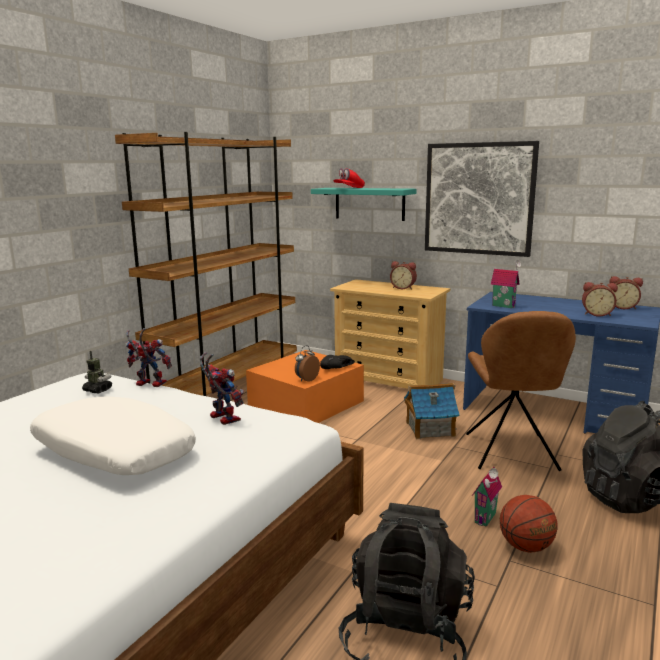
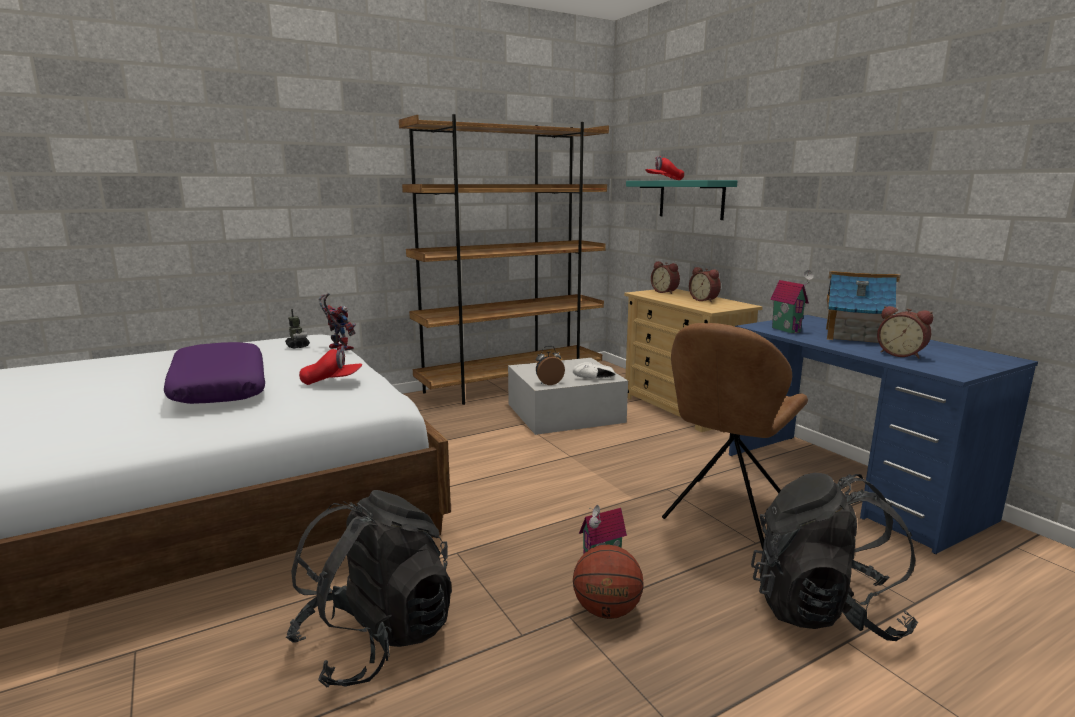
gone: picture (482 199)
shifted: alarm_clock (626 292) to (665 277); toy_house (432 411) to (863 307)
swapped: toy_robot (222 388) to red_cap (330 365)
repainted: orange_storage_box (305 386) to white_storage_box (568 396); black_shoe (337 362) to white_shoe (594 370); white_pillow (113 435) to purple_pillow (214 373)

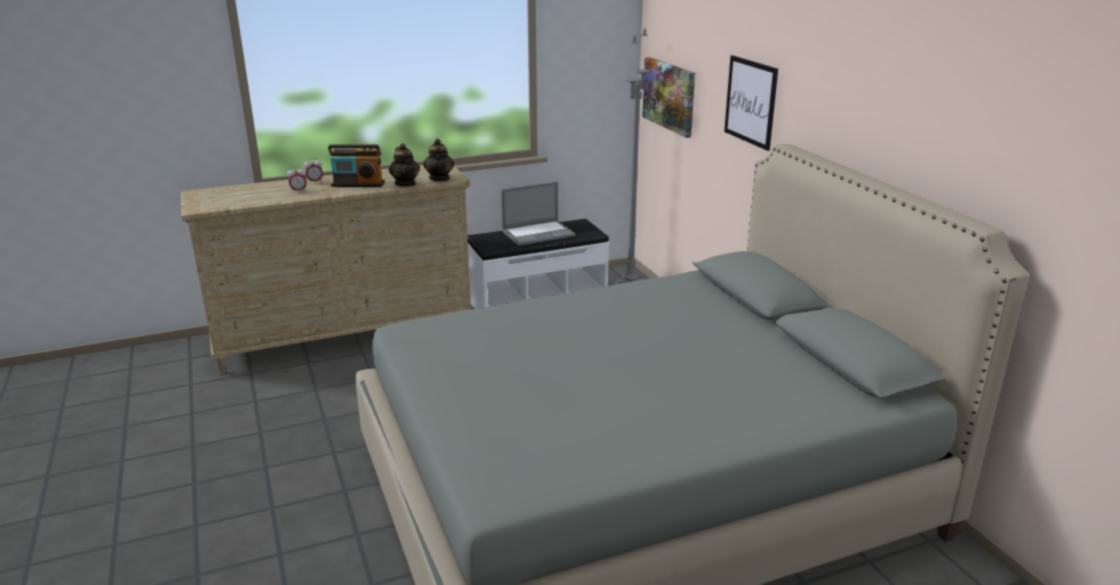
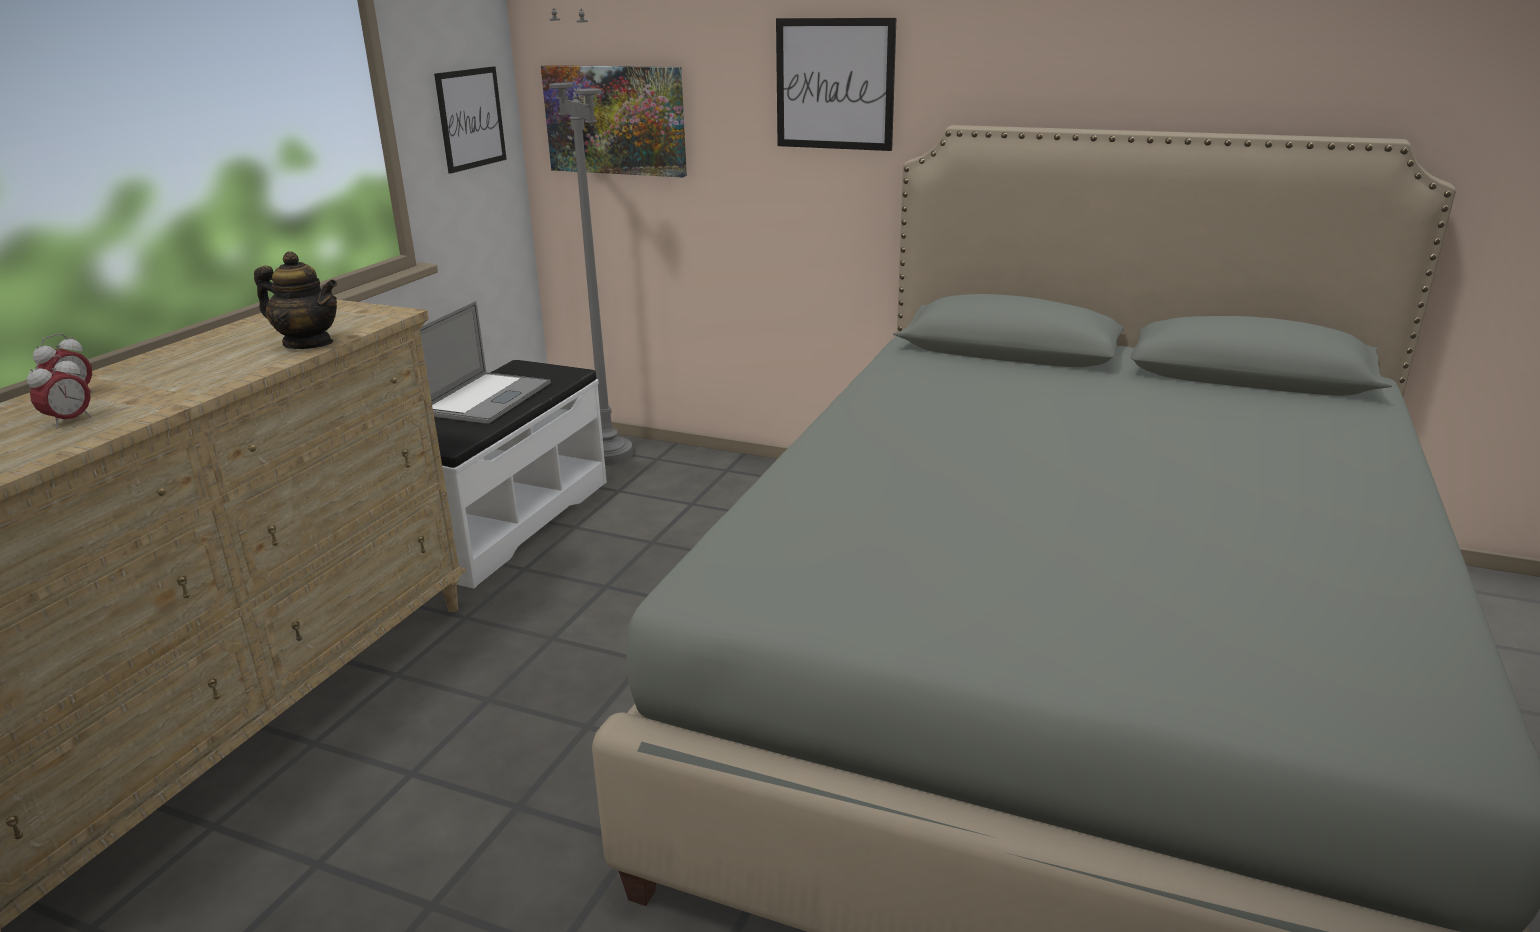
gone: teapot (438 160); radio (356 165)
new: picture (470 119)

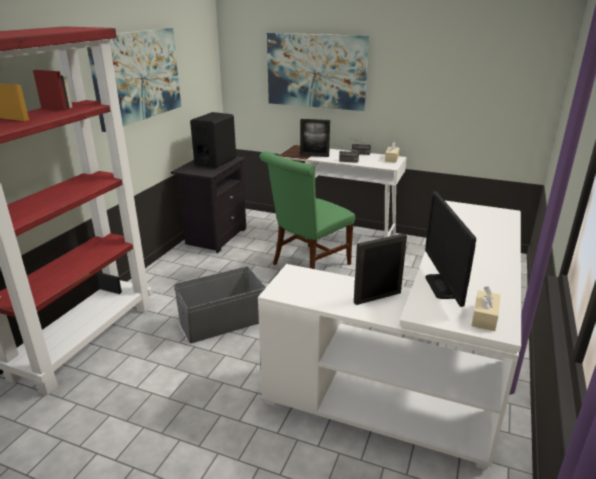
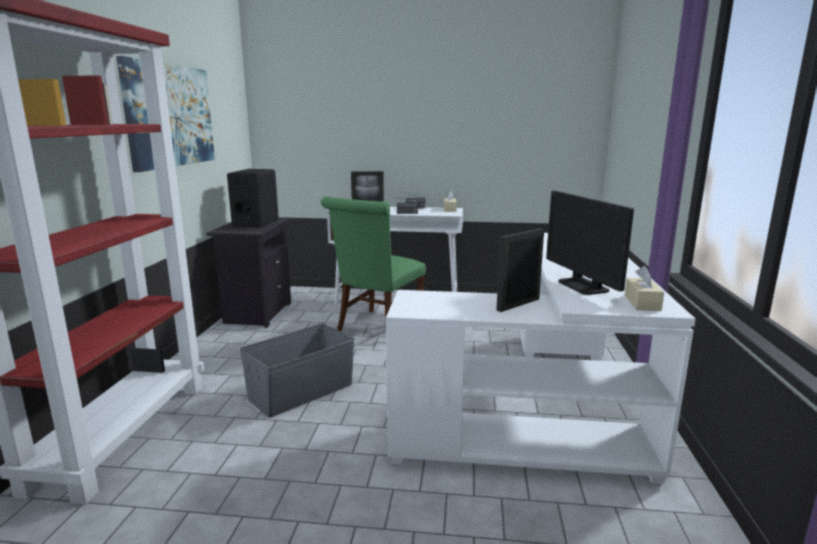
gone: picture (318 72)

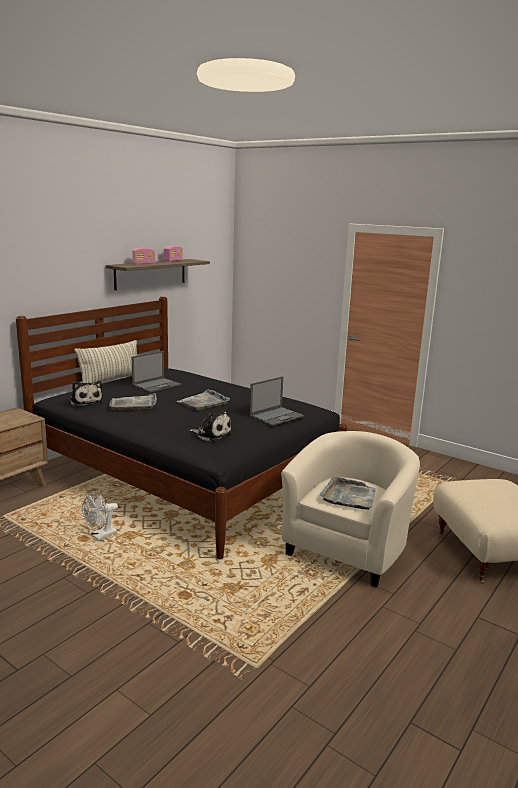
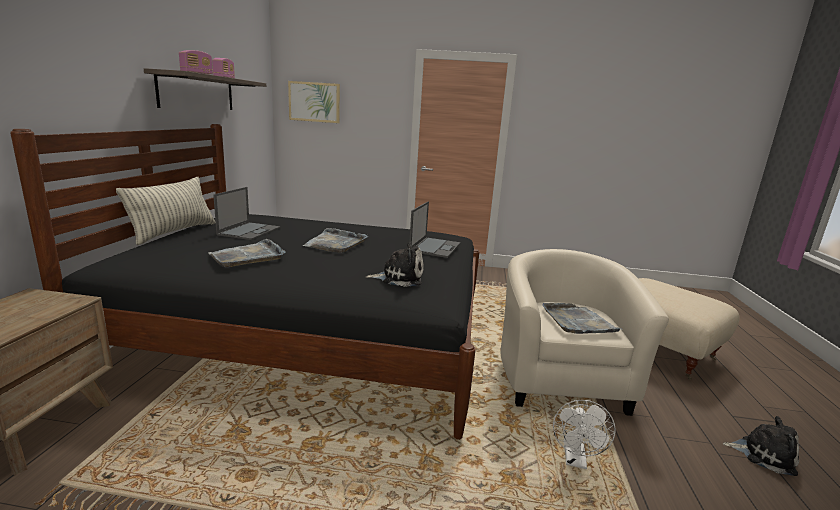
new: picture (314 102)
shifted: plush_toy (86 394) to (761 446); white_fan (100 515) to (584 434)

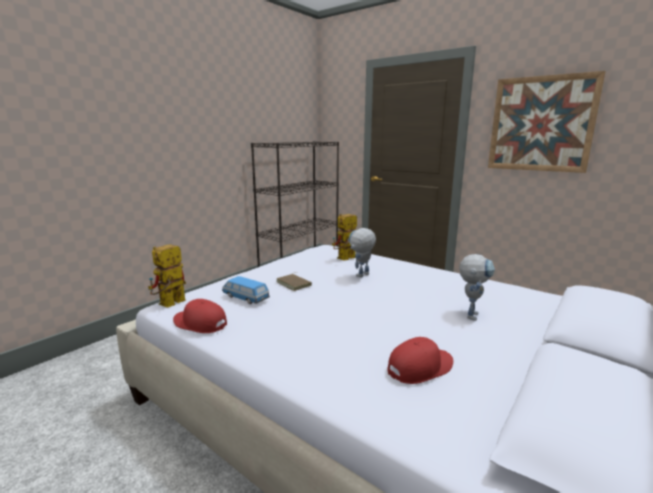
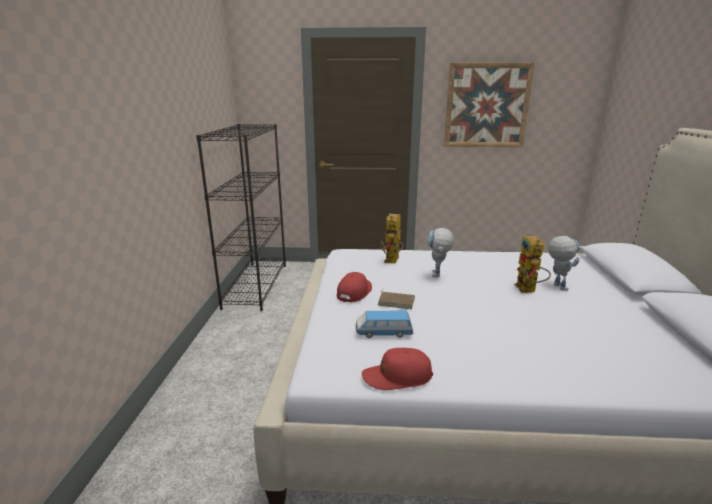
shifted: toy_robot (167 276) to (532 264); red_cap (420 360) to (354 287)

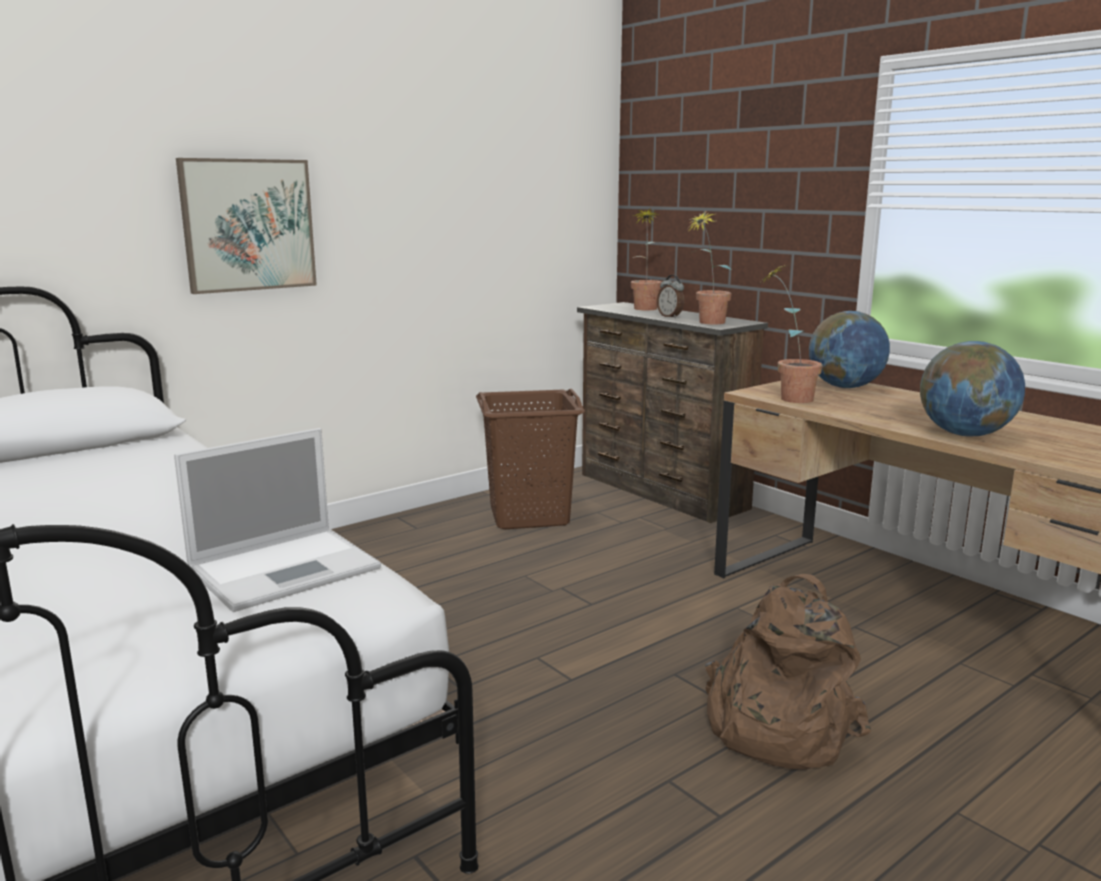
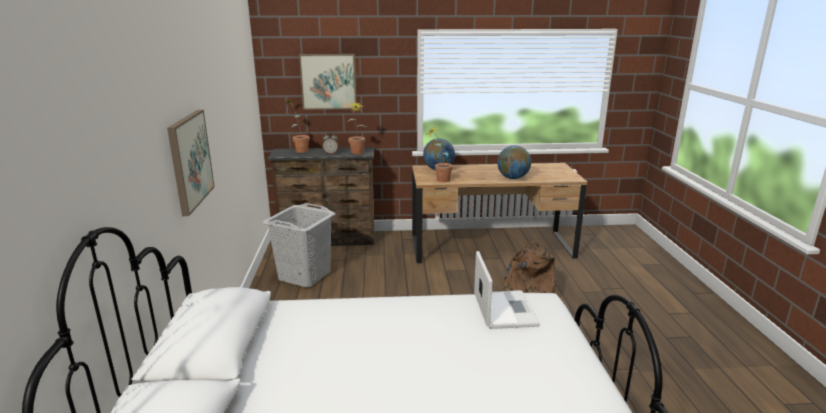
new: picture (328 82)
repainted: brown_laundry_basket (530 459) to grey_laundry_basket (299 245)

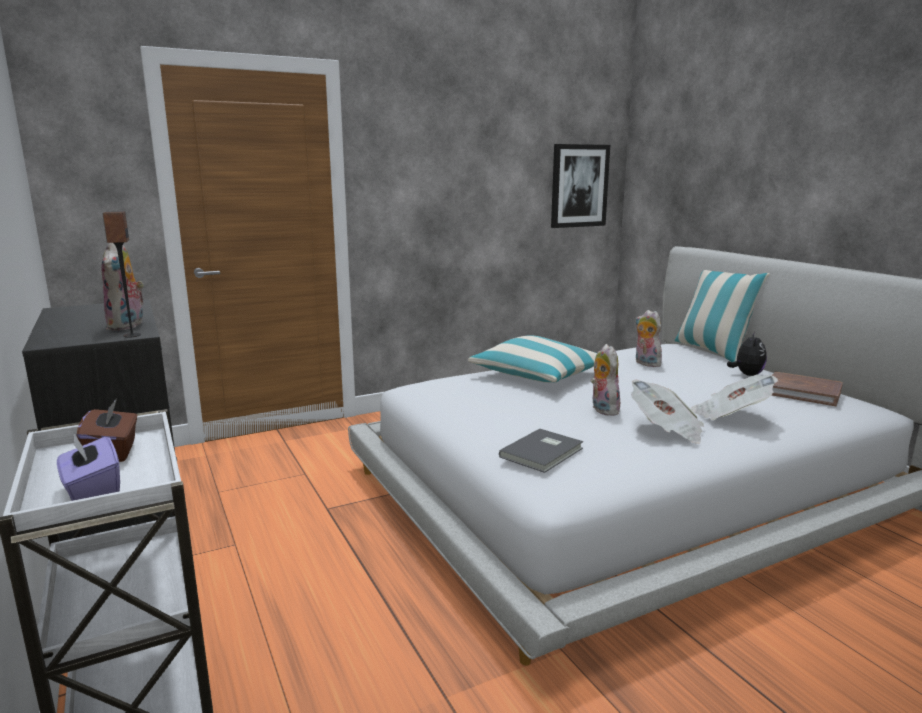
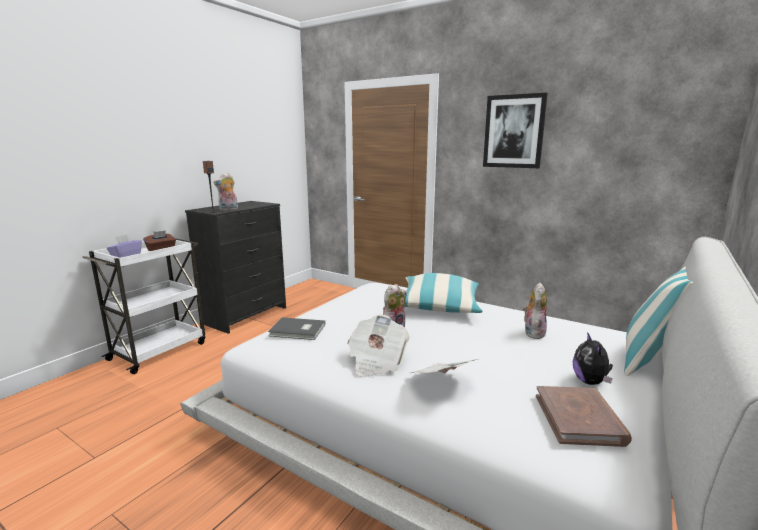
shifted: picture (580 186) to (515 130)
rotated: plush_toy (747 354) = (593 359) 105 degrees clockwise

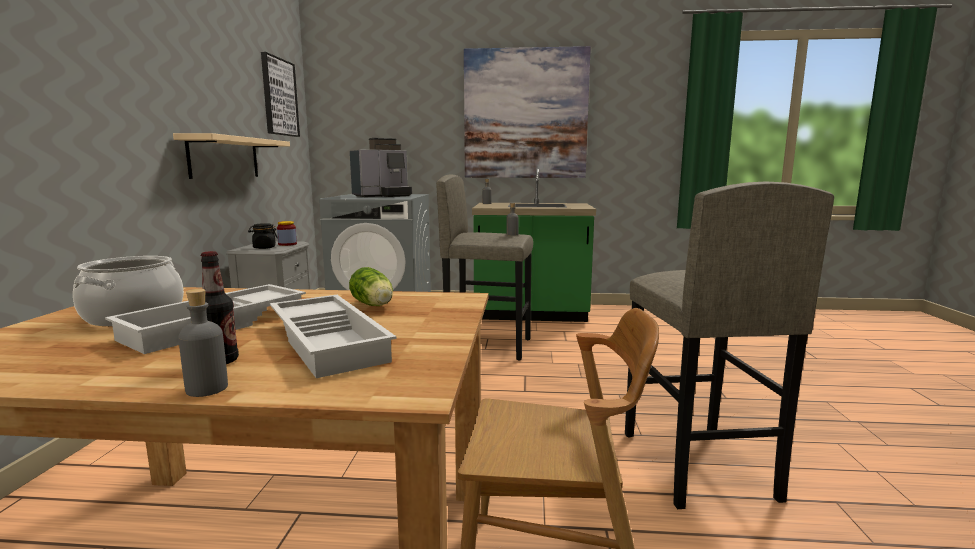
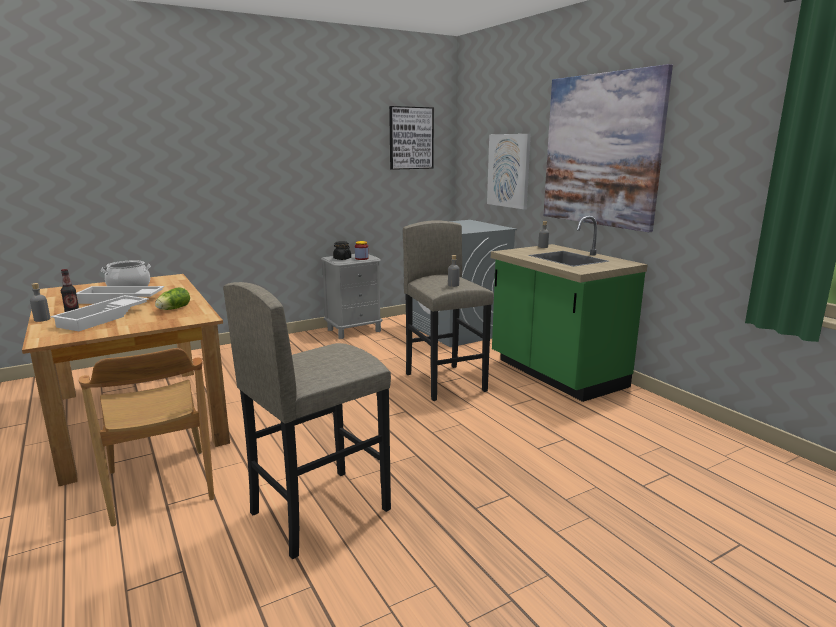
gone: beige_shelf (231 156); coffee_machine (381 167)
new: picture (509 171)

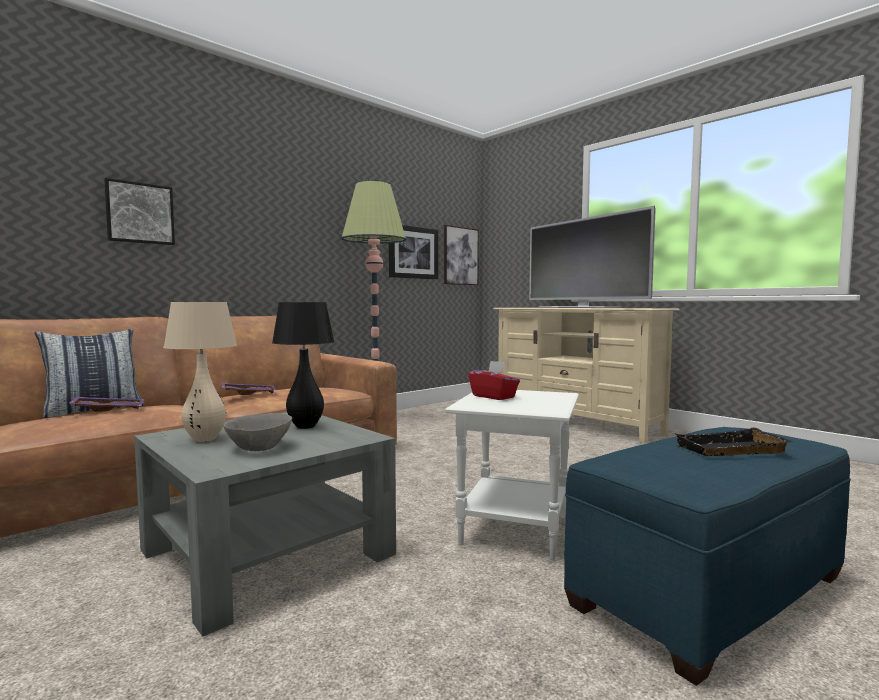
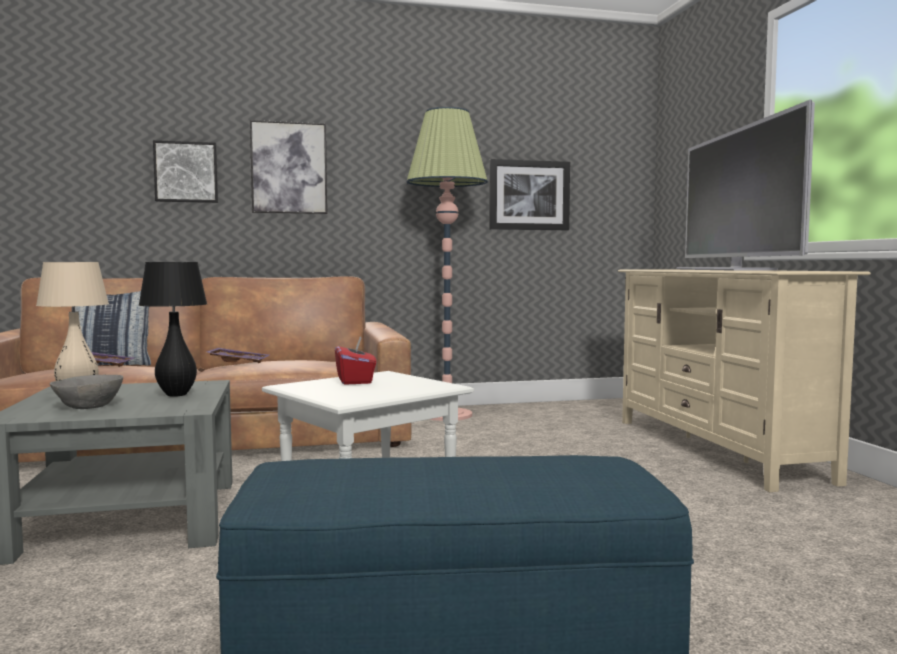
gone: black_tray (734 442)
shifted: picture (461 255) to (288 167)

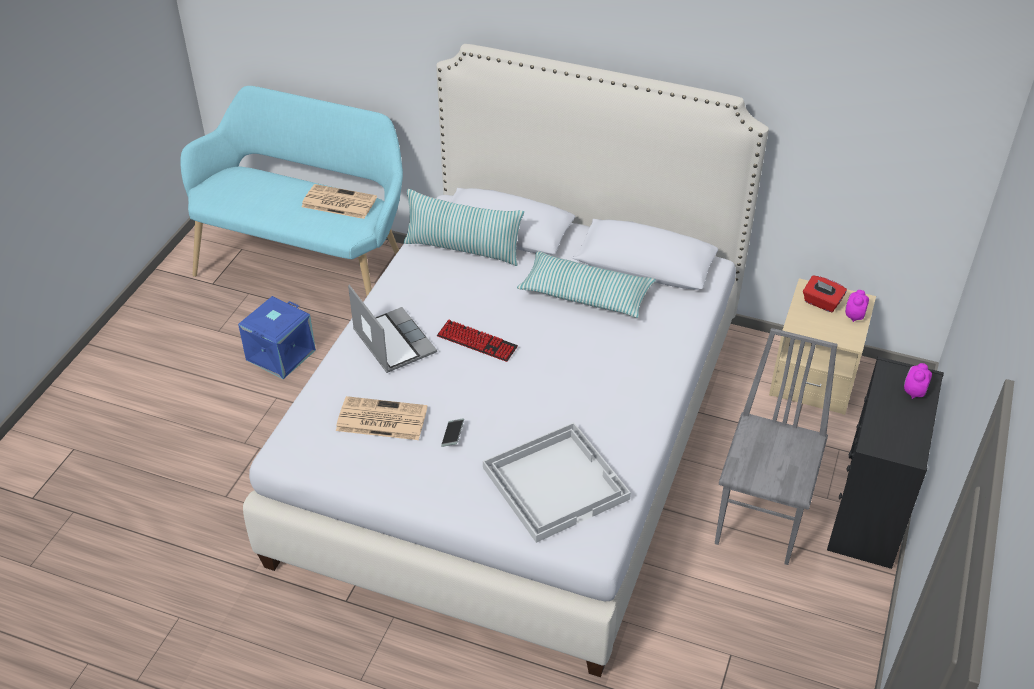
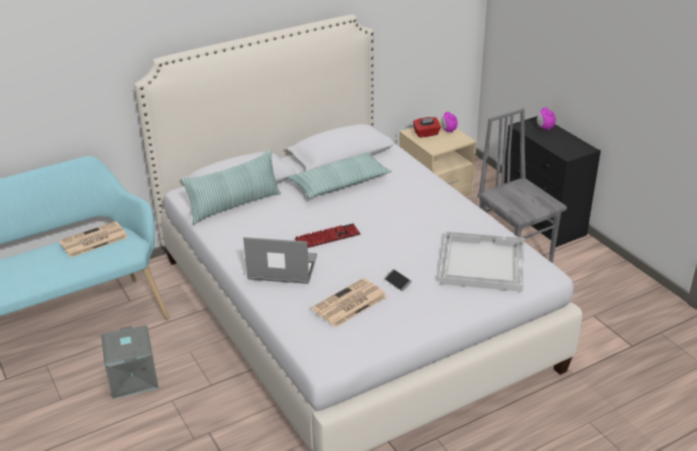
repainted: blue_storage_box (277 337) to grey_storage_box (130 362)

